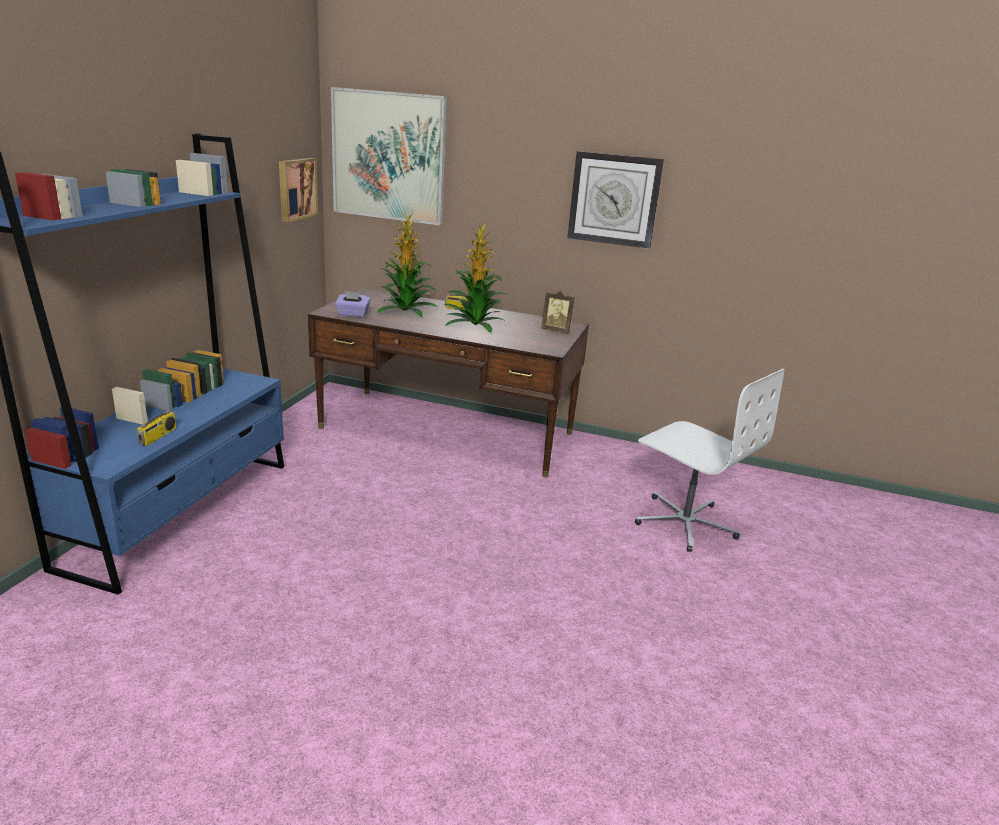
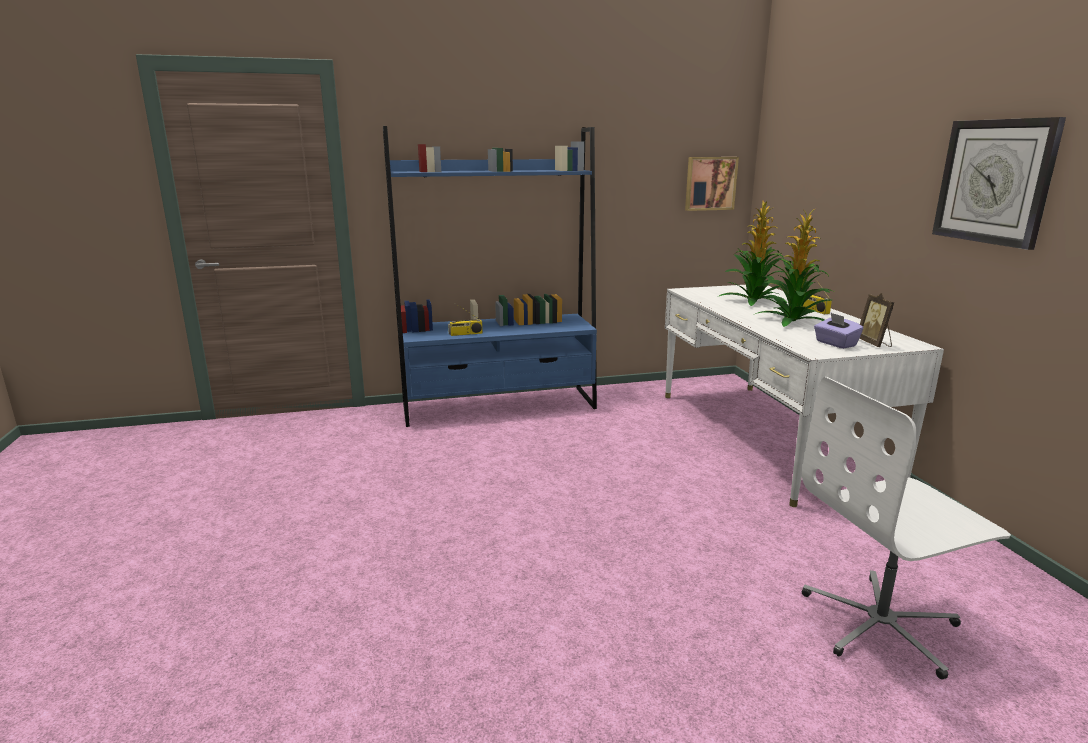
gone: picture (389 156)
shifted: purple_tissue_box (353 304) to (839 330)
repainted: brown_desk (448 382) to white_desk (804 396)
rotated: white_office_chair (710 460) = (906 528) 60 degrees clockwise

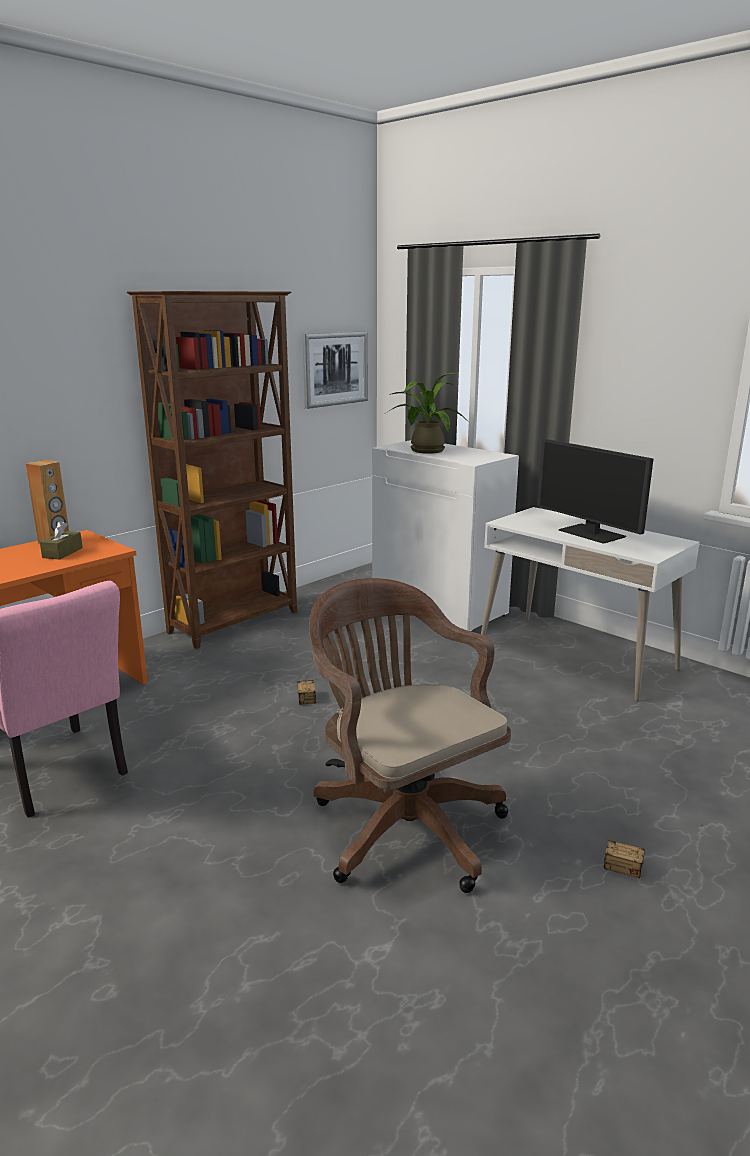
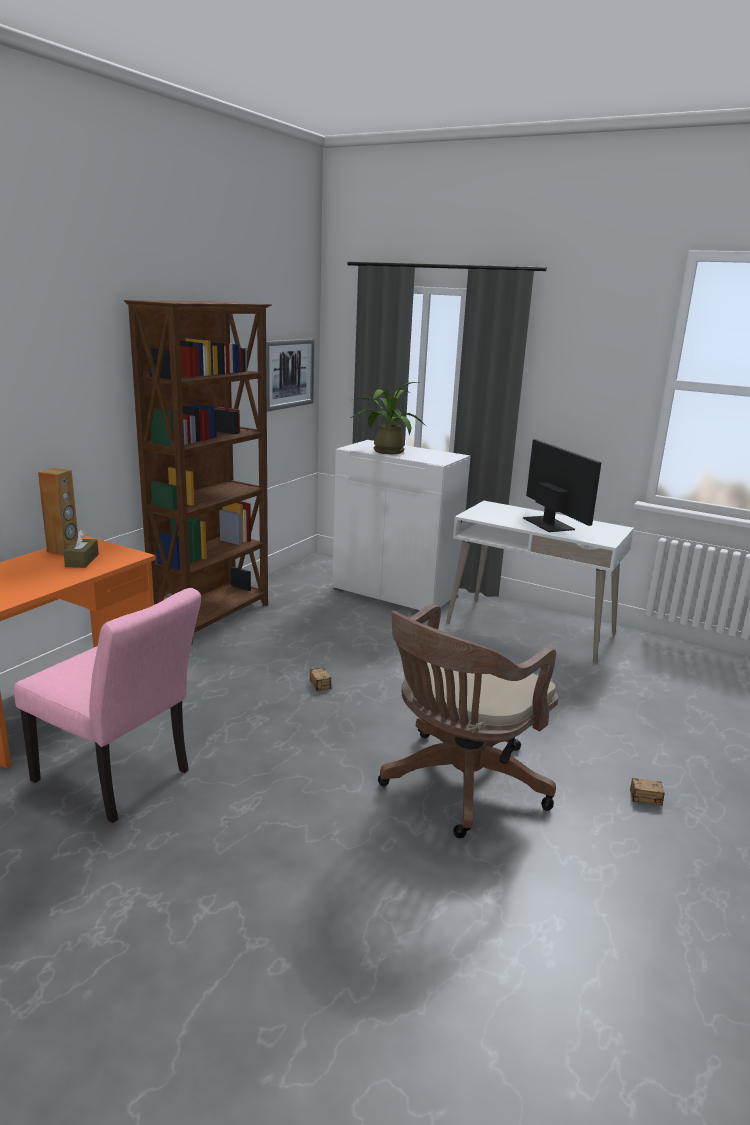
rotated: monitor (595 491) = (562 485) 150 degrees counterclockwise; brown_office_chair (410 735) = (468 721) 90 degrees counterclockwise

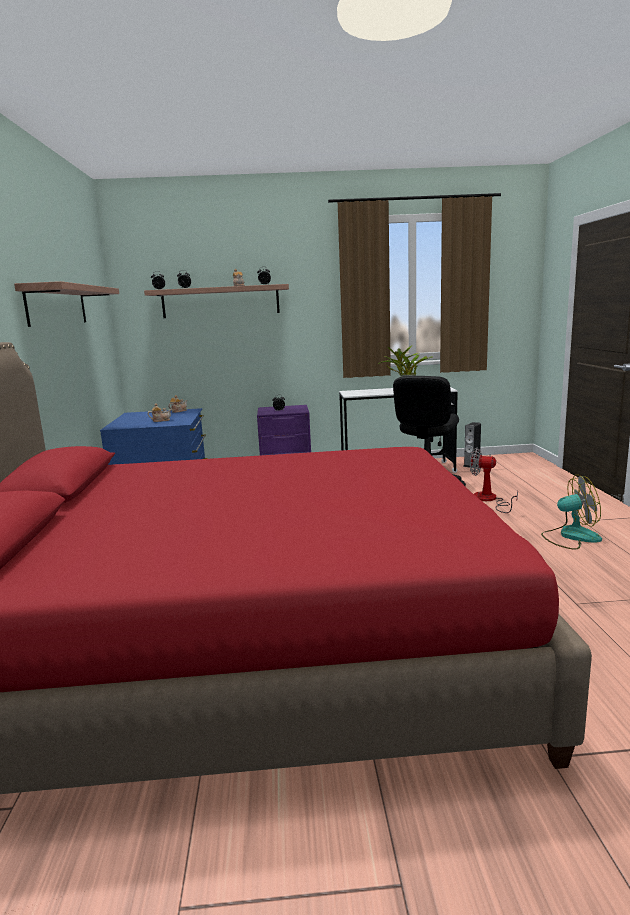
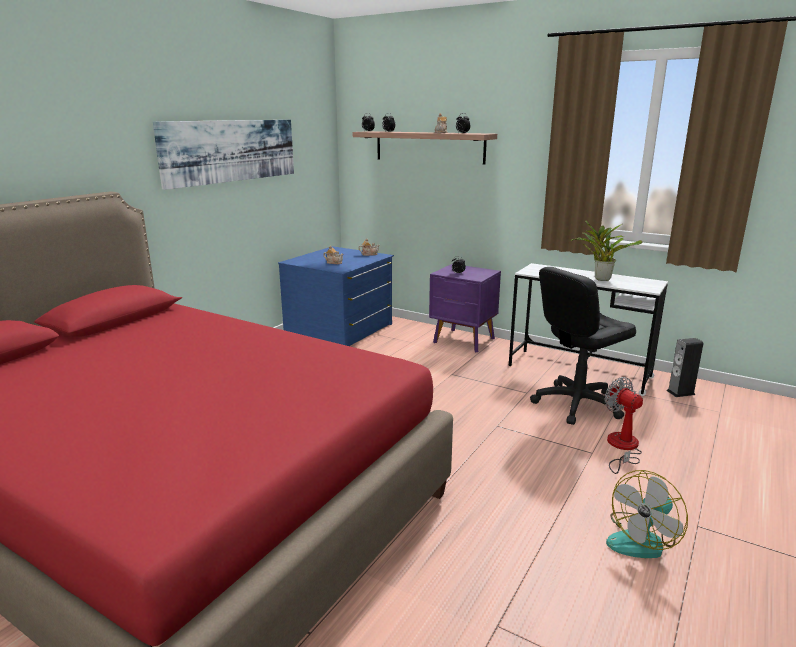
swapped: shelf (66 304) to picture (223 155)
rotated: fan (571 512) = (647 514) 105 degrees clockwise

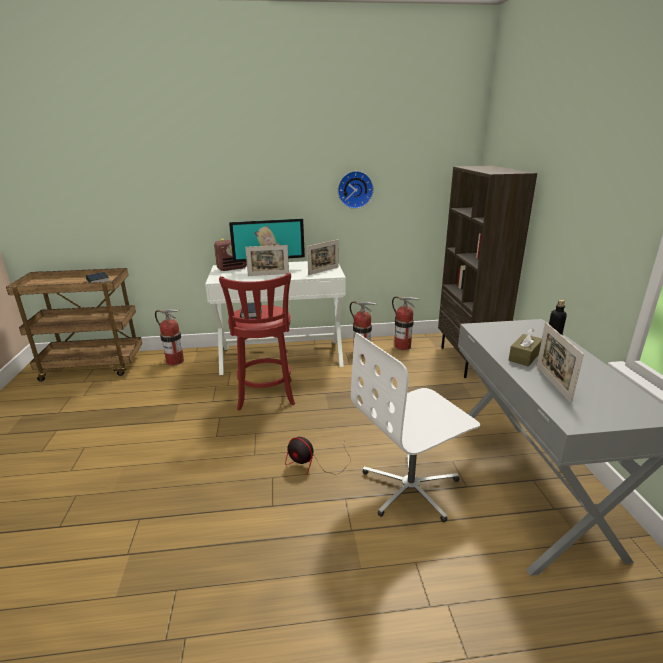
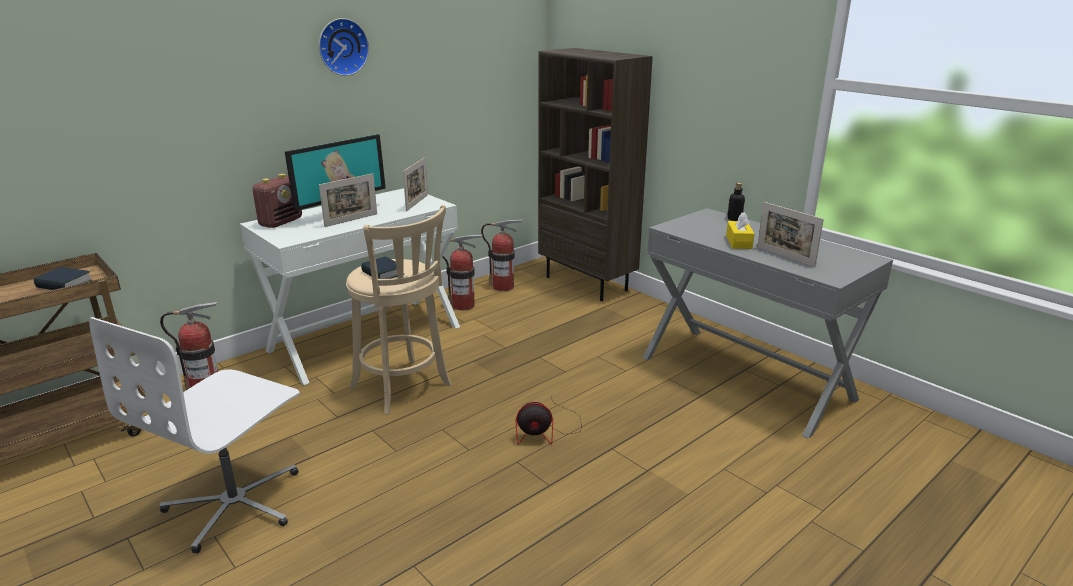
shifted: wall_clock (356 190) to (344 47); white_office_chair (415 428) to (194 435)
repainted: red_stool (257 341) to beige_stool (398 309); brown_tissue_box (525 347) to yellow_tissue_box (740 230)

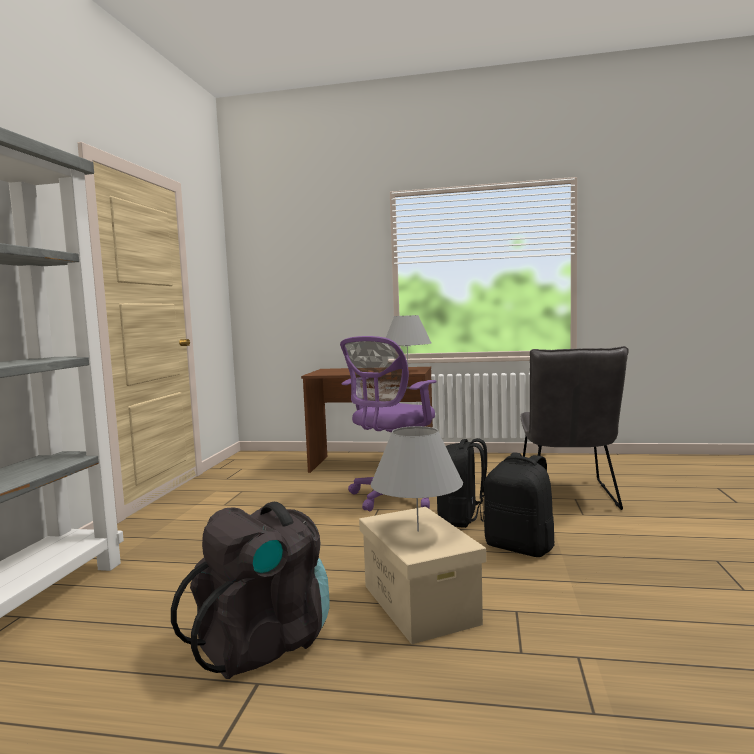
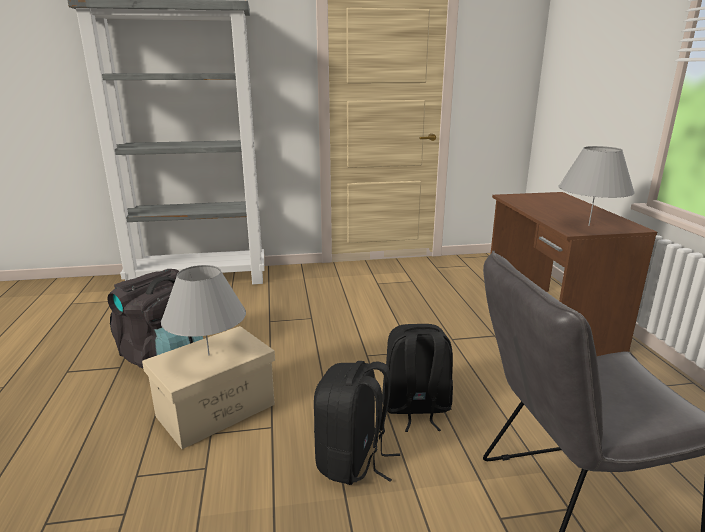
gone: purple_office_chair (388 423)

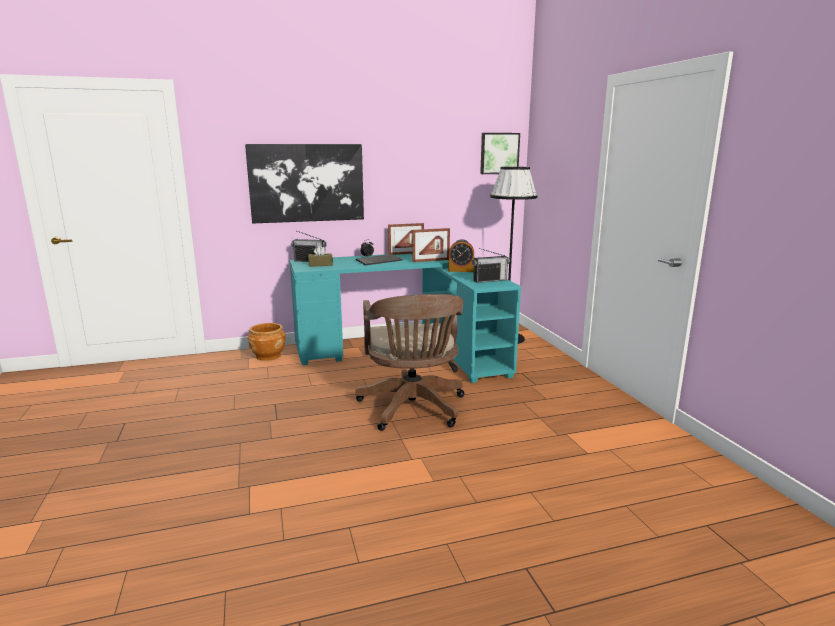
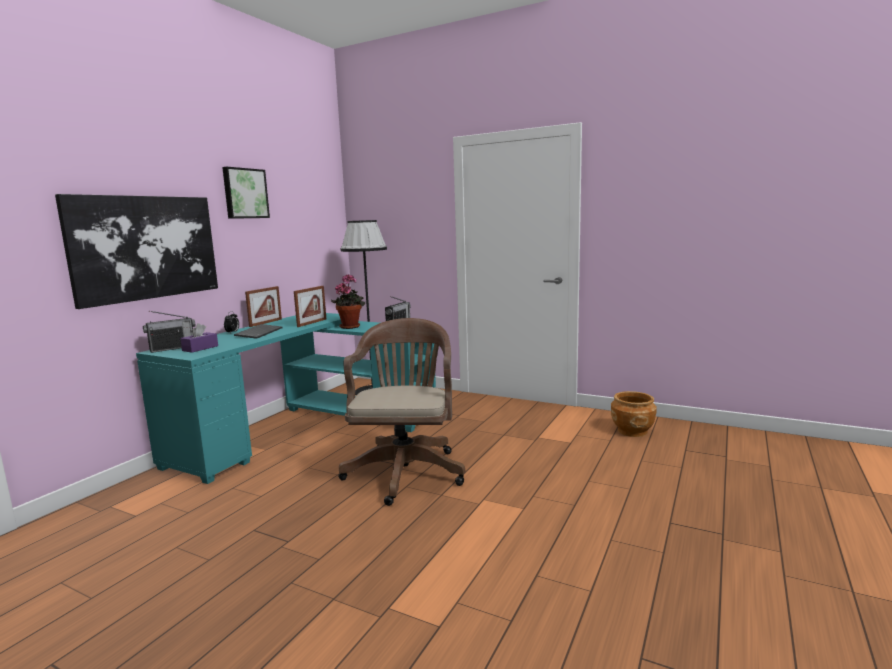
shifted: picture (500 153) to (246 193); brown_planter (267 342) to (634 414)
swapped: alarm_clock (461 255) to potted_plant (348 301)
repainted: brown_tissue_box (320 256) to purple_tissue_box (199 338)
rotated: brown_office_chair (409 362) = (401 412) 120 degrees counterclockwise

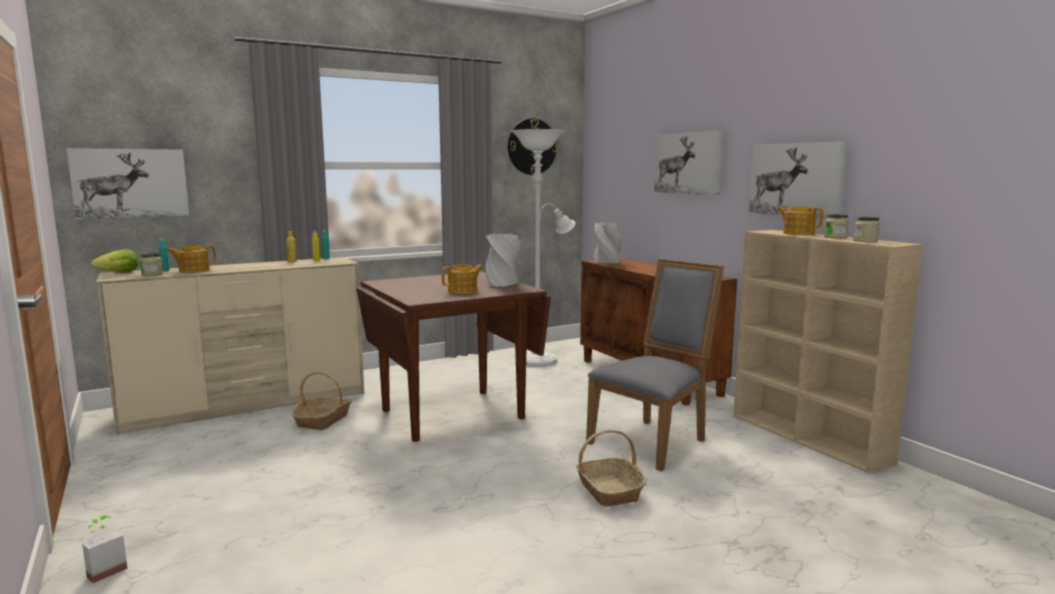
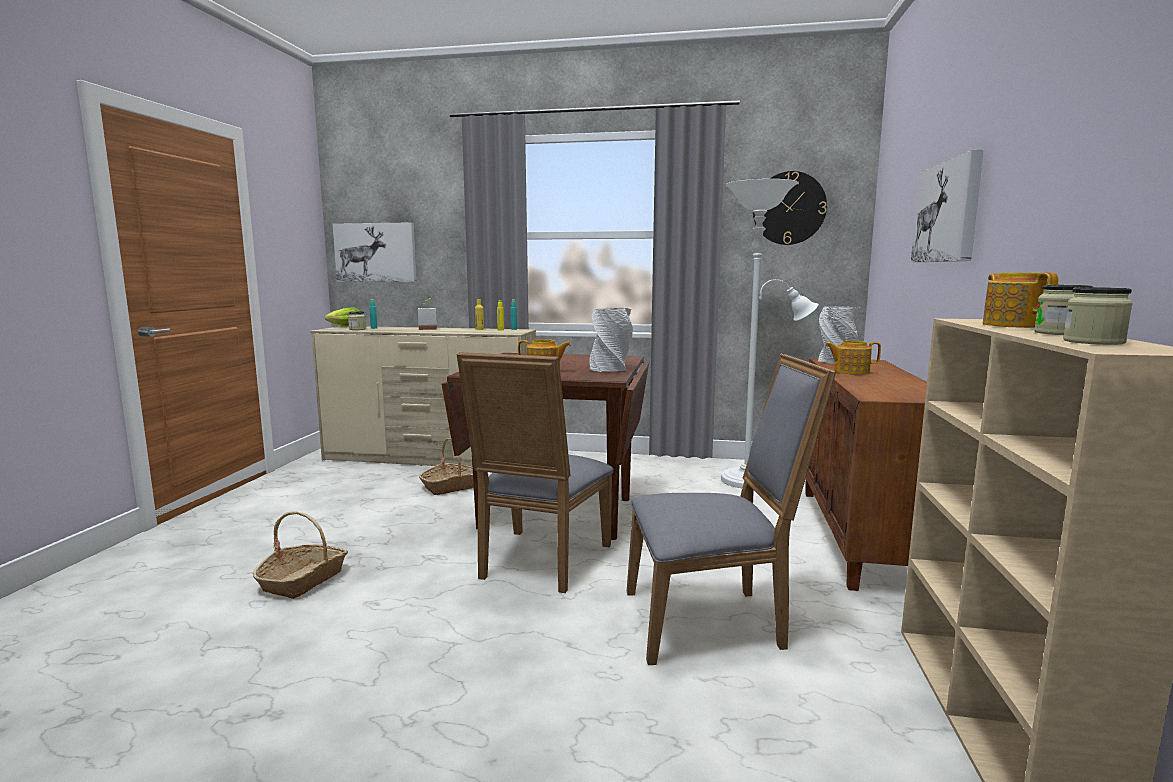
gone: picture (798 179)
new: grey_chair (535 472)
shifted: teapot (191 259) to (853 358); basket (611 468) to (300 555); potted_plant (104 549) to (427 313)

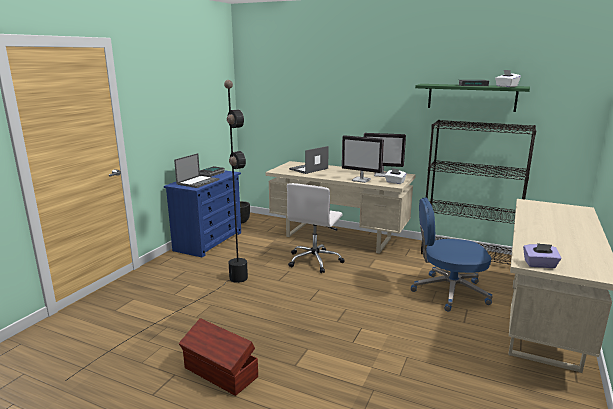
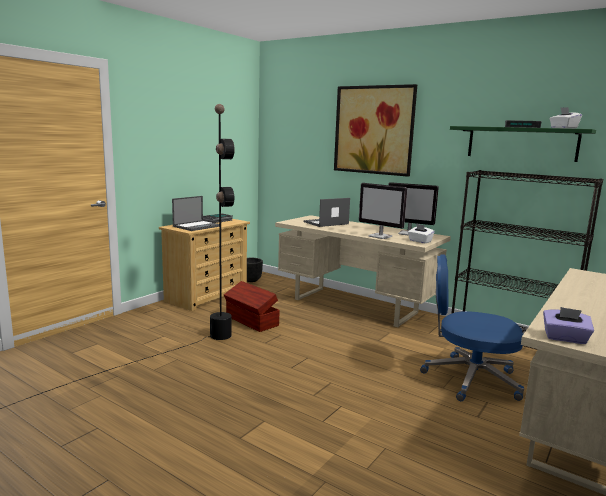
gone: white_office_chair (316 228)
new: picture (375 130)
shifted: brown_storage_box (218 357) to (251 306)
repainted: blue_dresser (202 213) to beige_dresser (204 265)

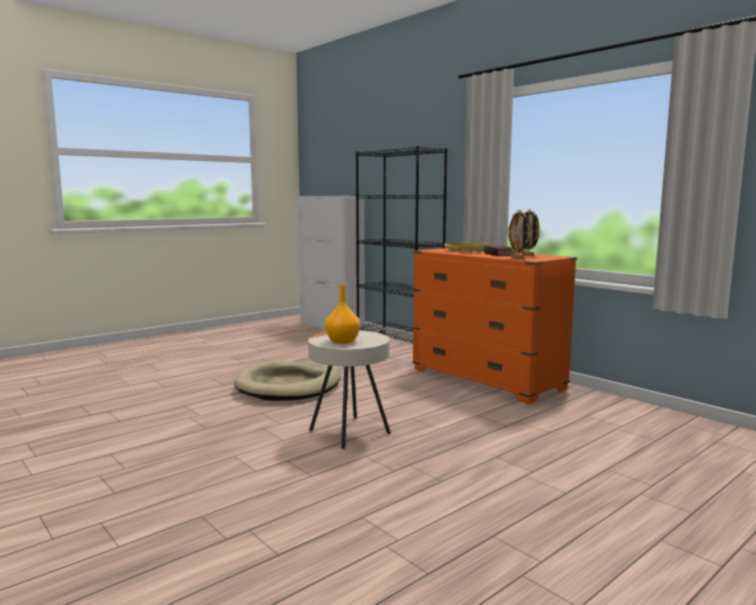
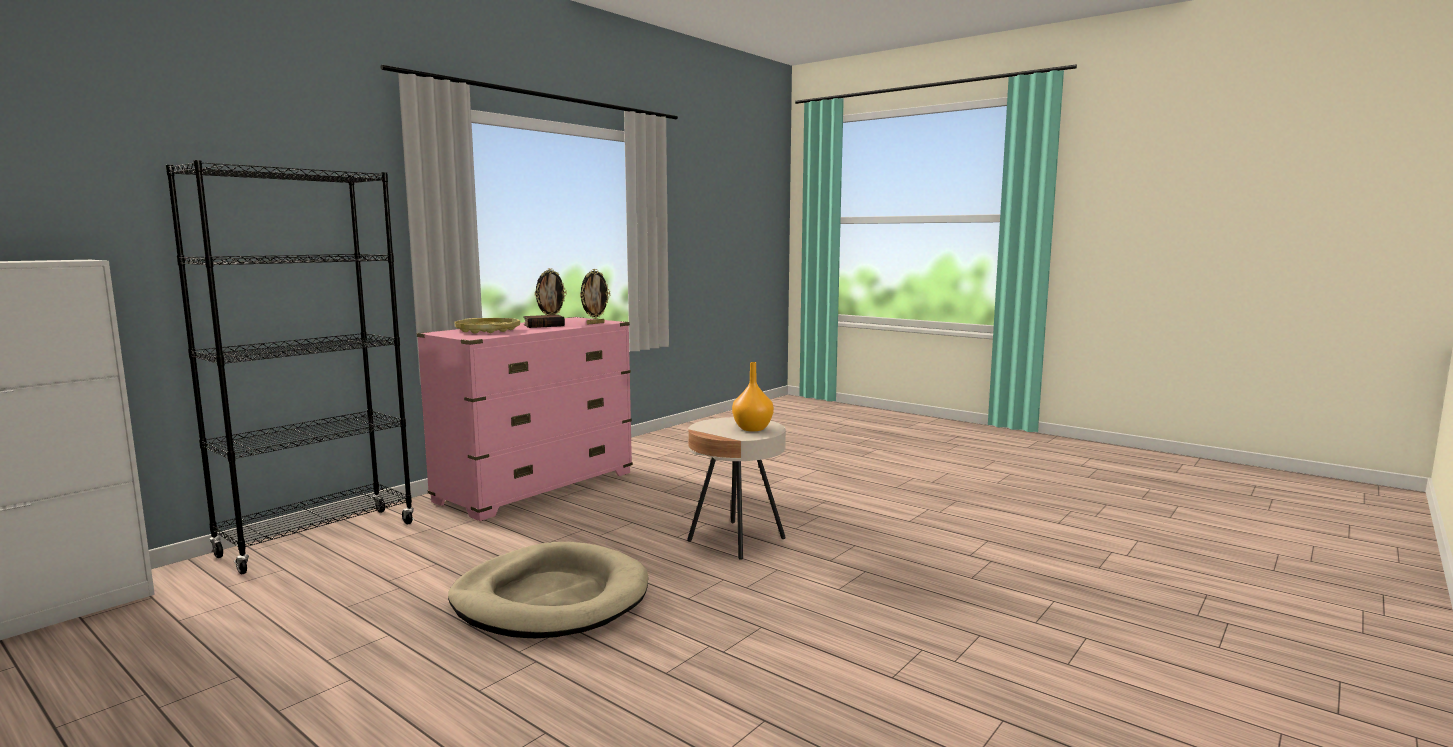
repainted: orange_dresser (494 326) to pink_dresser (525 419)

